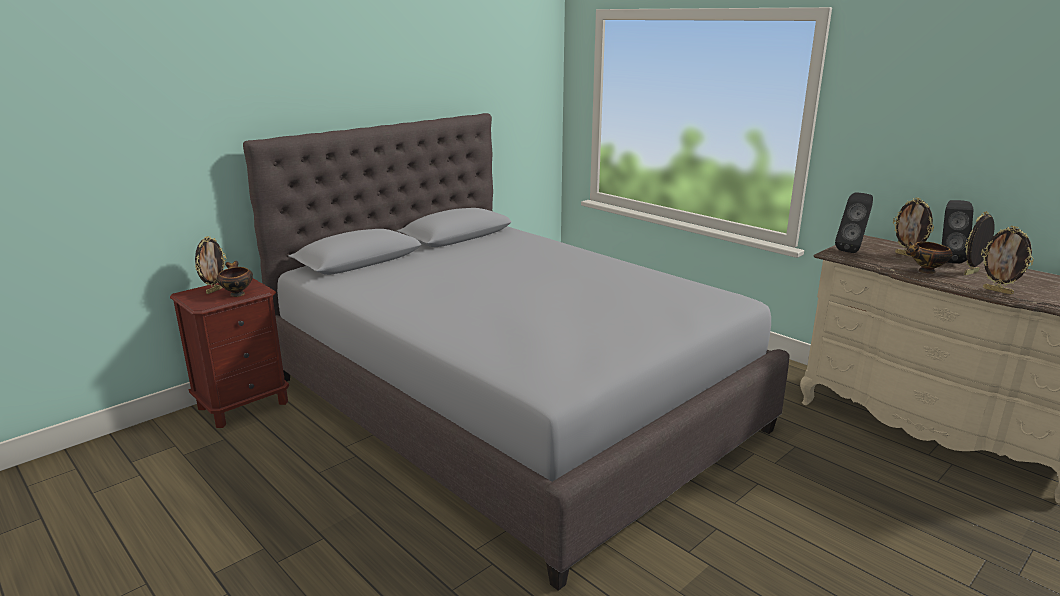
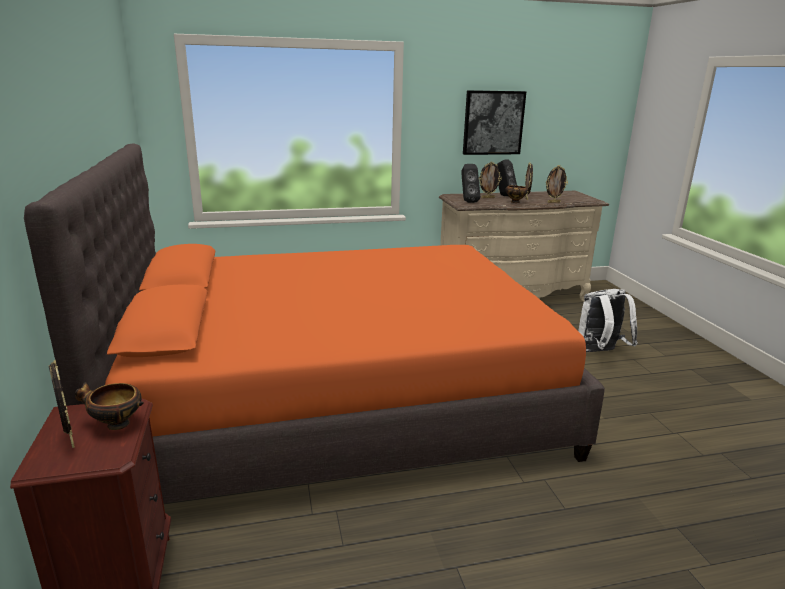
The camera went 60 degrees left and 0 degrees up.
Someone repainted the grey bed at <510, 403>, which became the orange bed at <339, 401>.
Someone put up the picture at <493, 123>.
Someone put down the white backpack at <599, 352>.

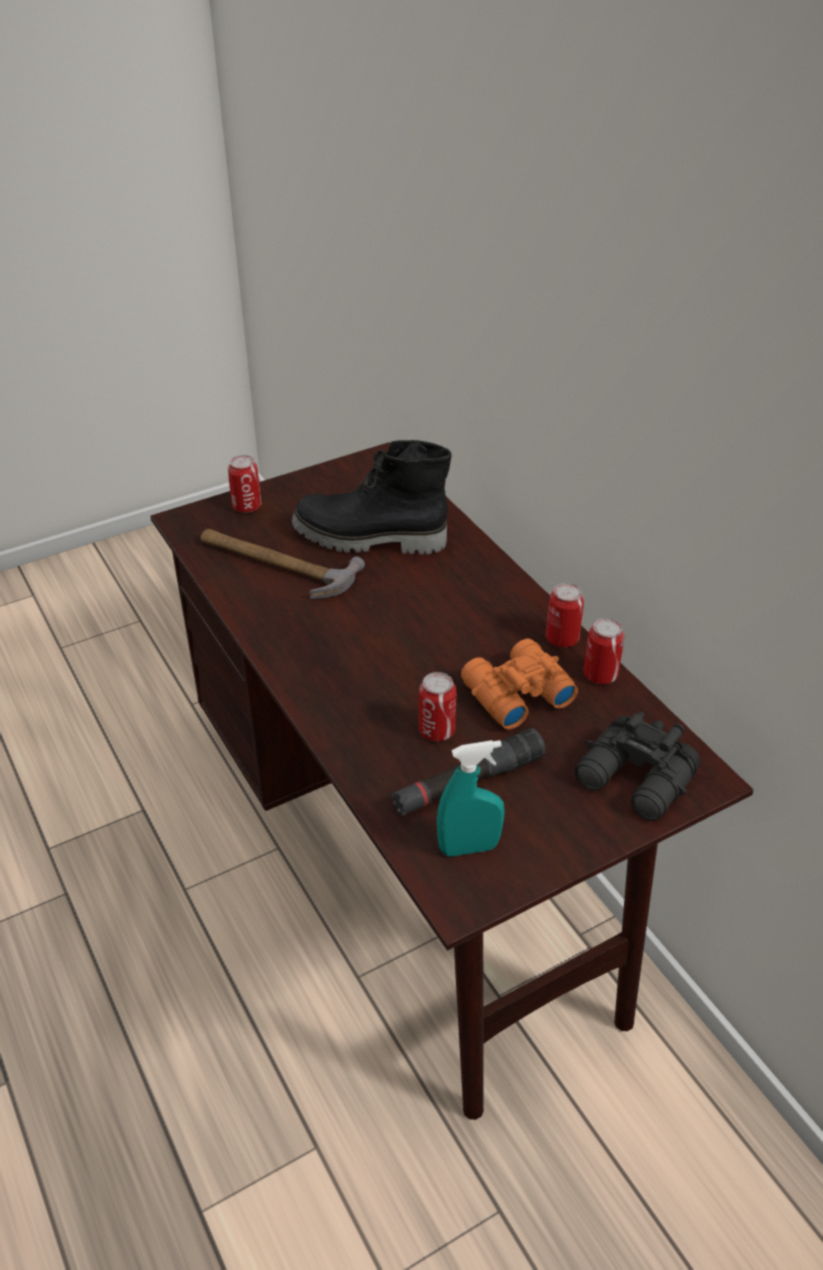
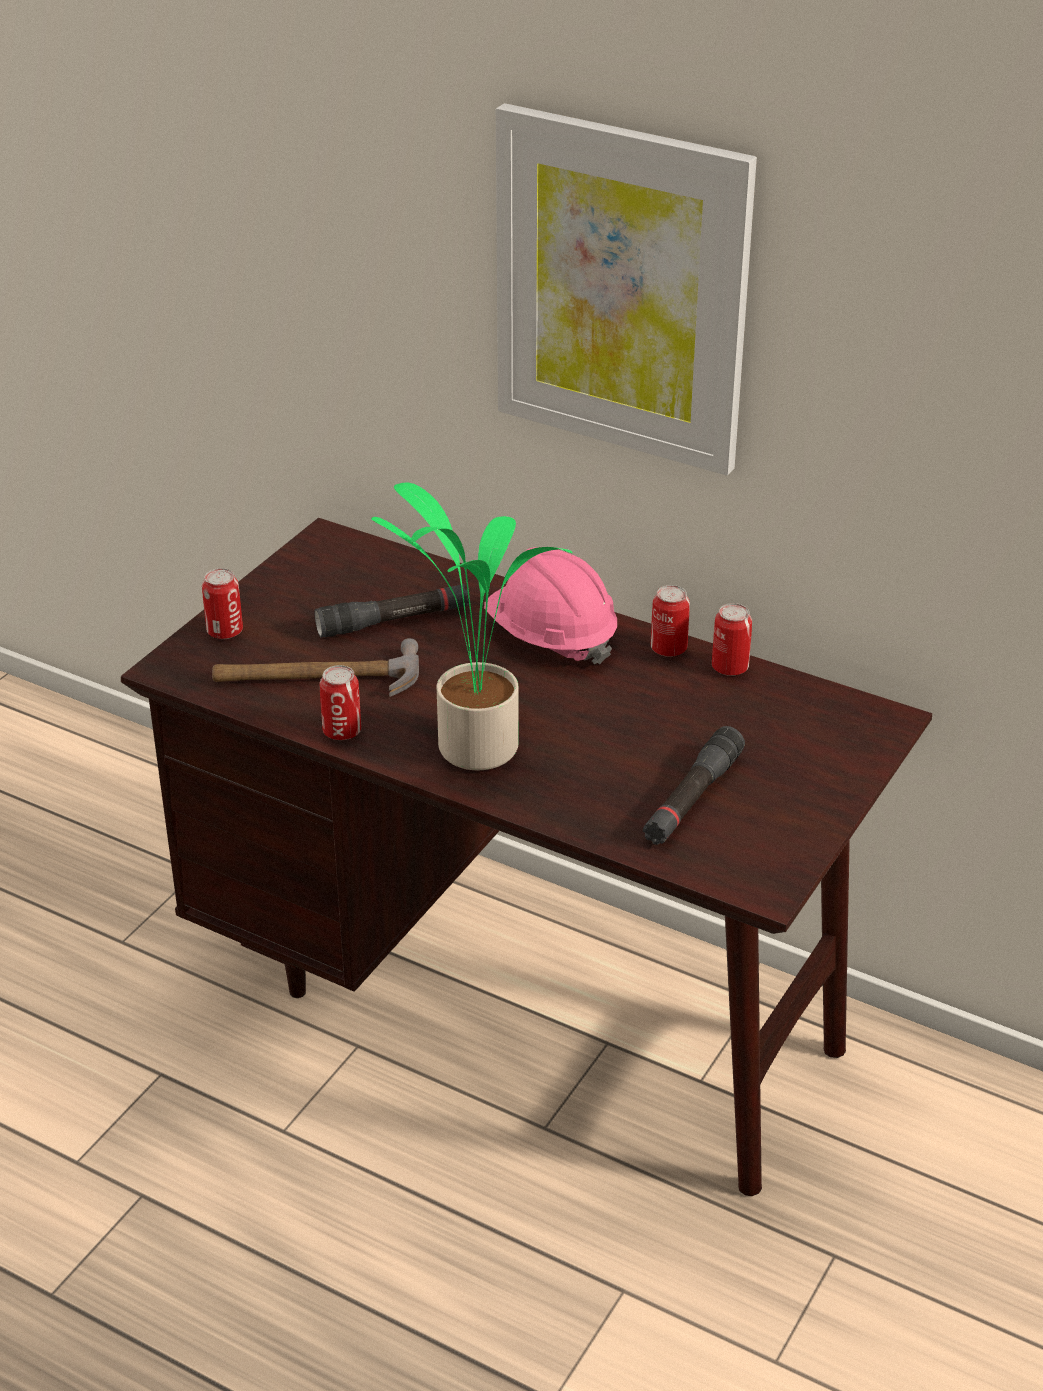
The camera went 30 degrees left and 5 degrees down.
Someone swapped the black boot at <369, 539> for the black flashlight at <393, 621>.
Someone carried the can from <436, 730> to <342, 731>.
Someone put down the potted plant at <472, 749>.
Someone put down the pink hard hat at <551, 638>.
Someone put up the picture at <621, 289>.
Someone took away the turquoise spray bottle at <469, 847>.
Someone took away the orange binoculars at <514, 693>.
Someone took away the black binoculars at <635, 781>.

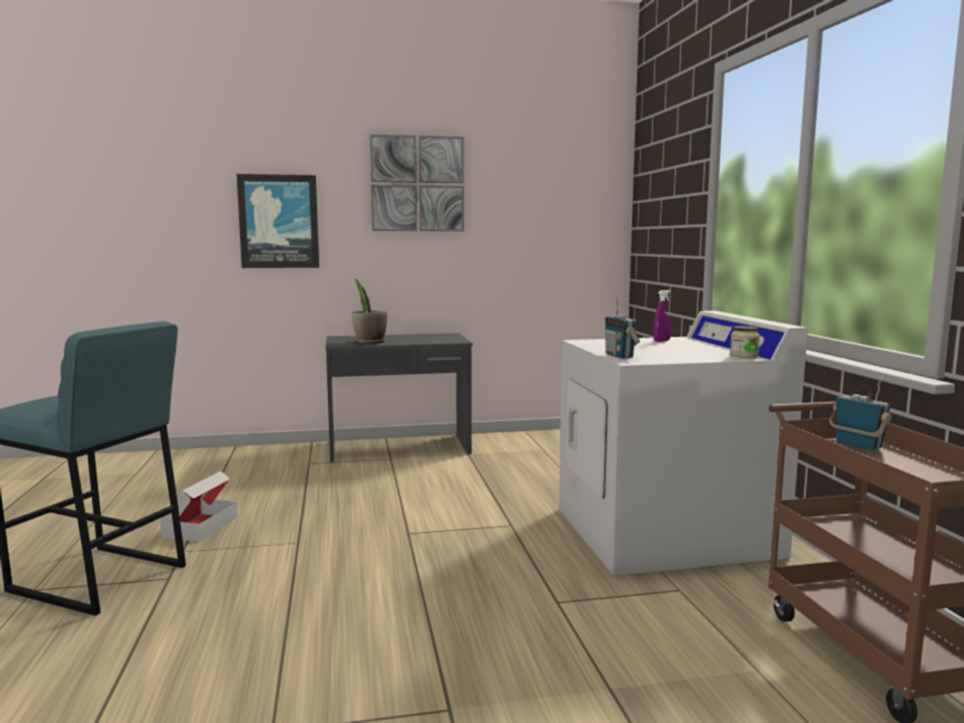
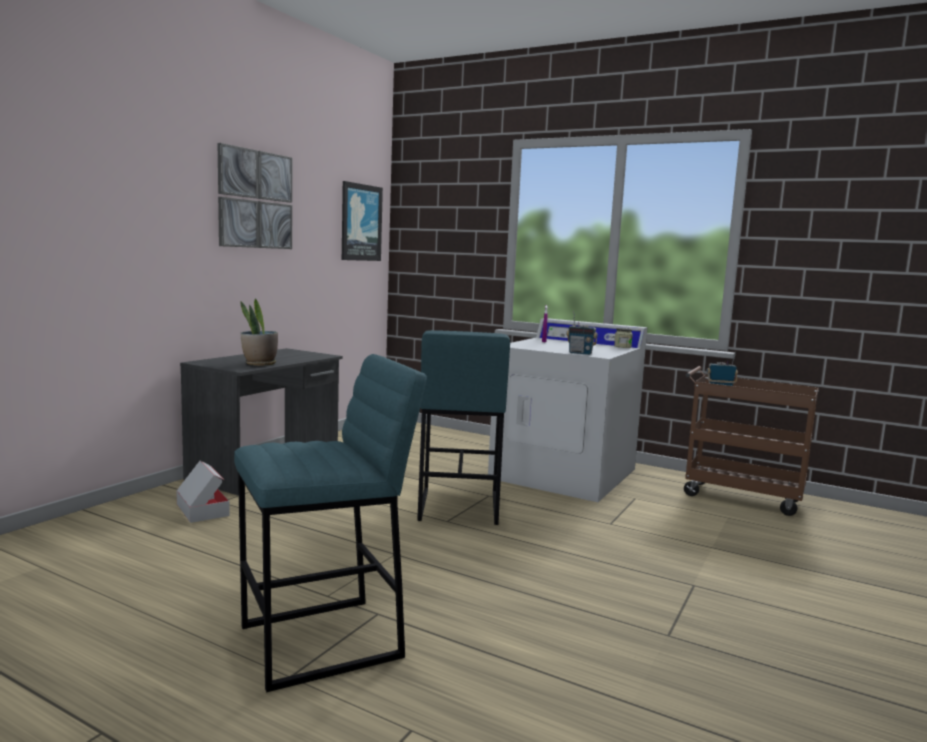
The camera went 50 degrees left and 0 degrees up.
Someone carried the cardboard box from <200, 527> to <202, 510>.
Someone carried the picture from <279, 221> to <360, 222>.
Someone put down the turquoise stool at <459, 507>.

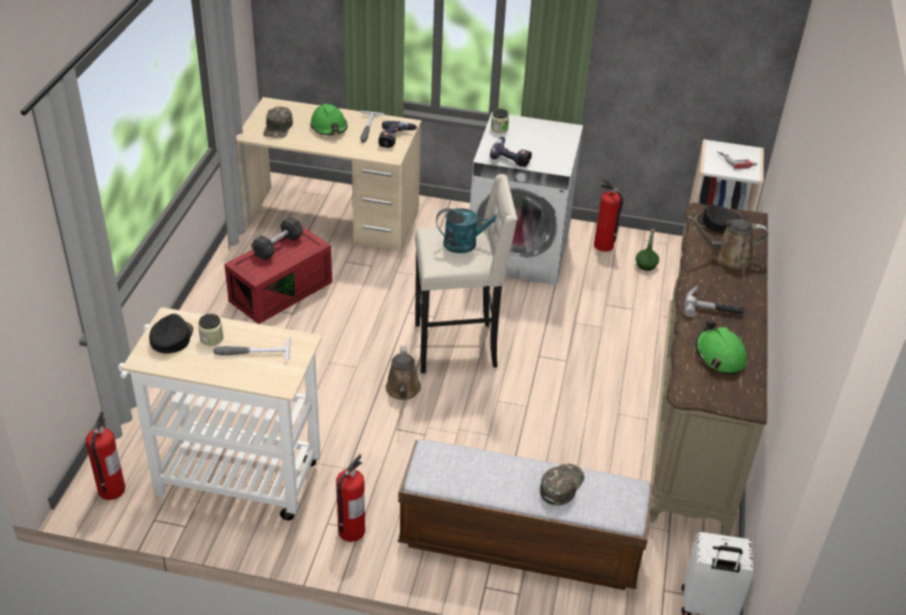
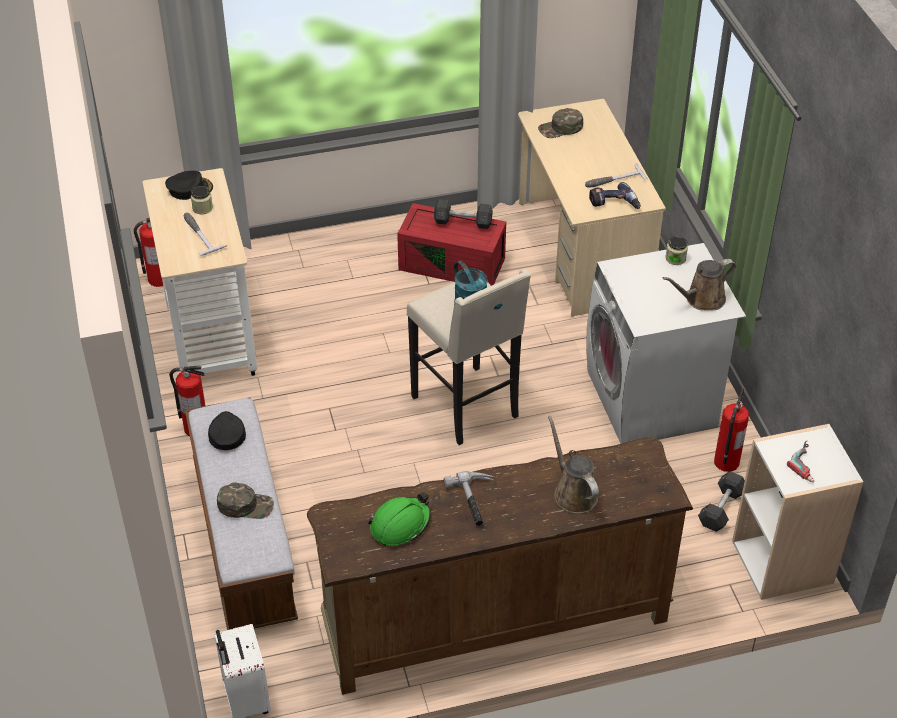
The camera went 65 degrees right and 5 degrees up.
Someone carried the black cap from <715, 223> to <226, 434>.
Someone carried the brown watering can from <403, 390> to <702, 299>.
Someone swapped the green bottle at <646, 265> for the grey dumbbell at <721, 509>.
Someone took away the green hard hat at <329, 127>.
Someone took away the power drill at <511, 157>.

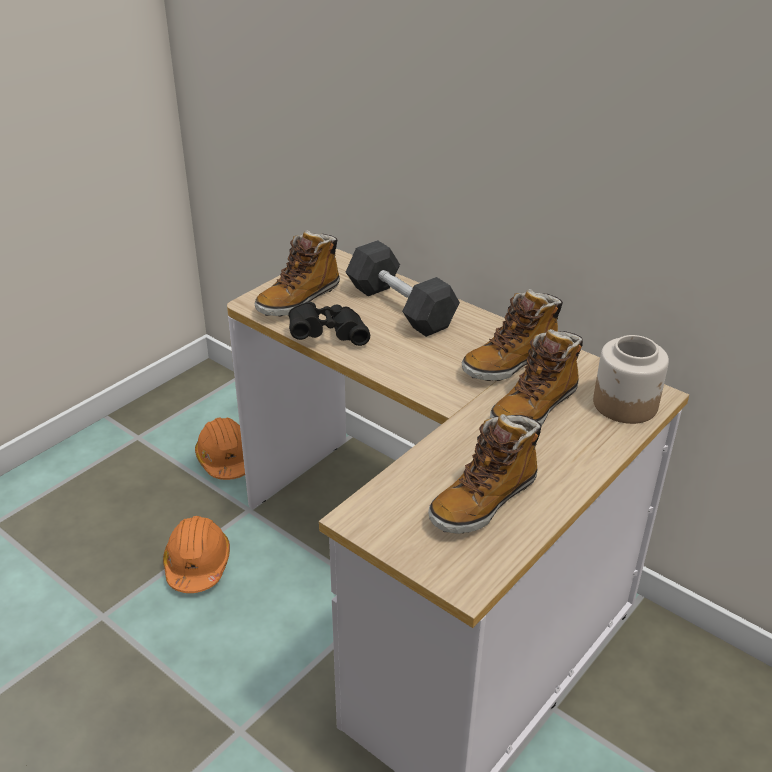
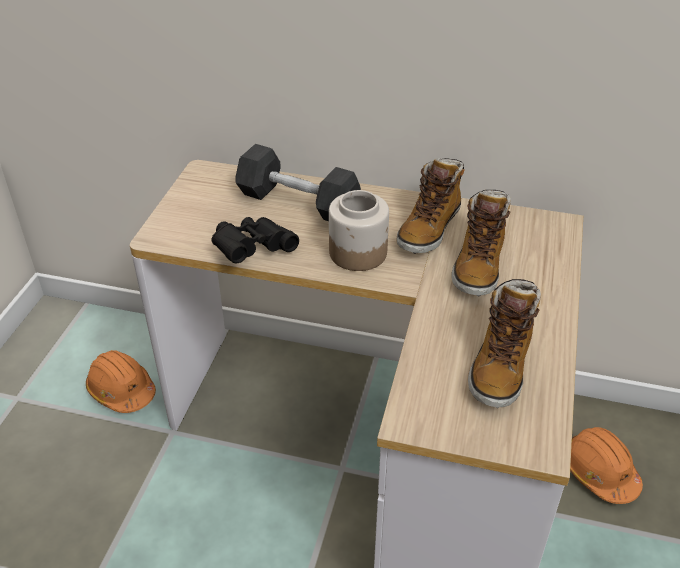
The camera went 25 degrees left and 5 degrees up.
Someone carried the jar from <626, 404> to <358, 252>.
Someone carried the orange hard hat from <197, 564> to <599, 472>.
Someone took away the boot at <299, 300>.

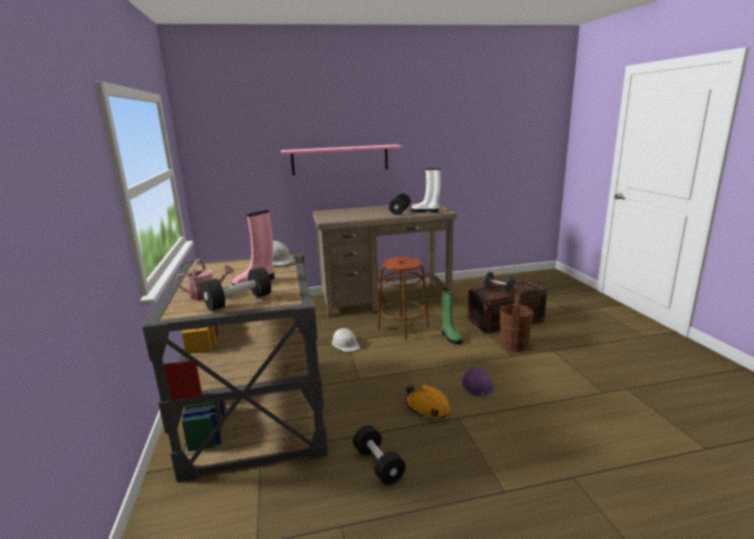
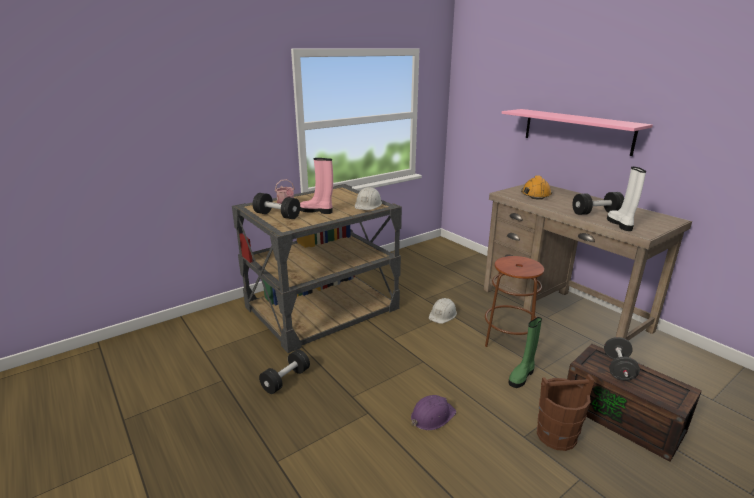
The camera went 65 degrees right and 5 degrees up.
Someone carried the orange hard hat from <427, 407> to <535, 194>.

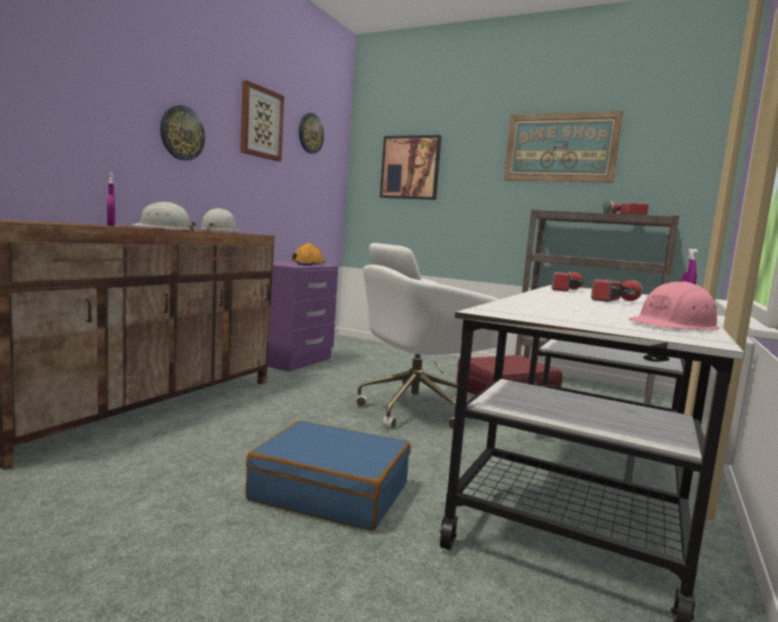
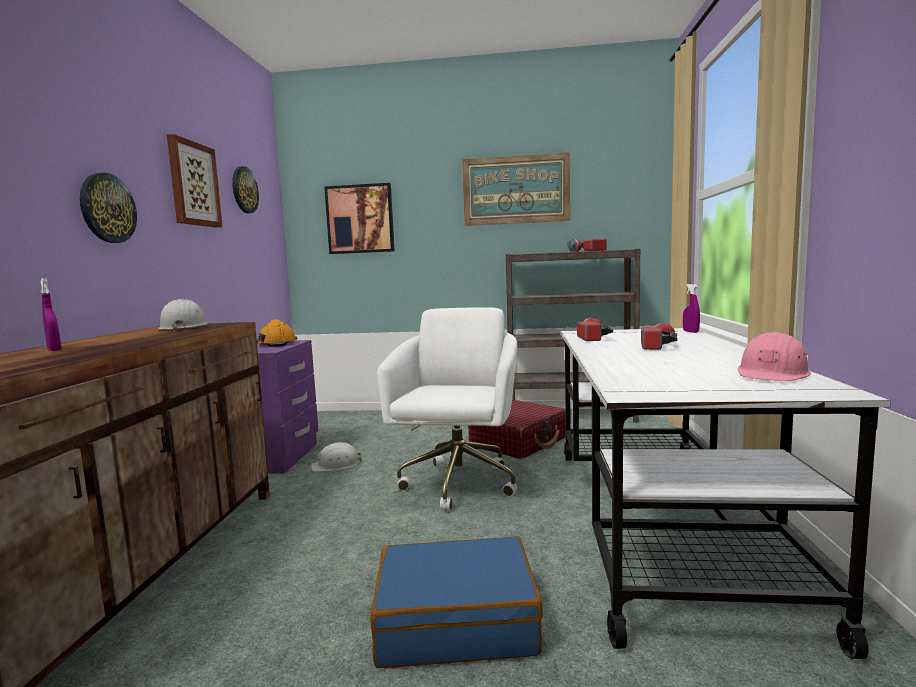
The camera went 20 degrees left and 0 degrees up.
Someone carried the white hard hat from <163, 229> to <336, 465>.
Someone rotated the white office chair at <418, 411> by 150 degrees clockwise.

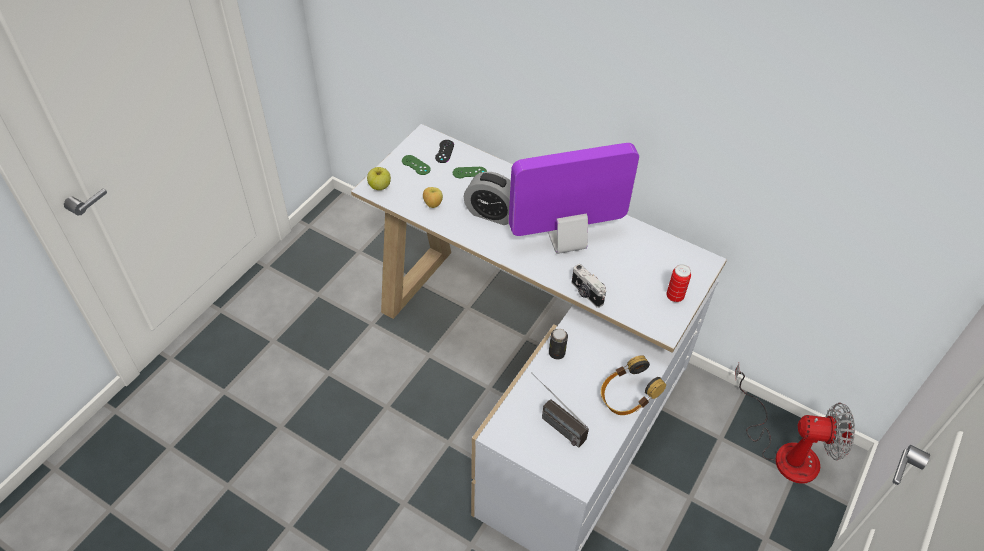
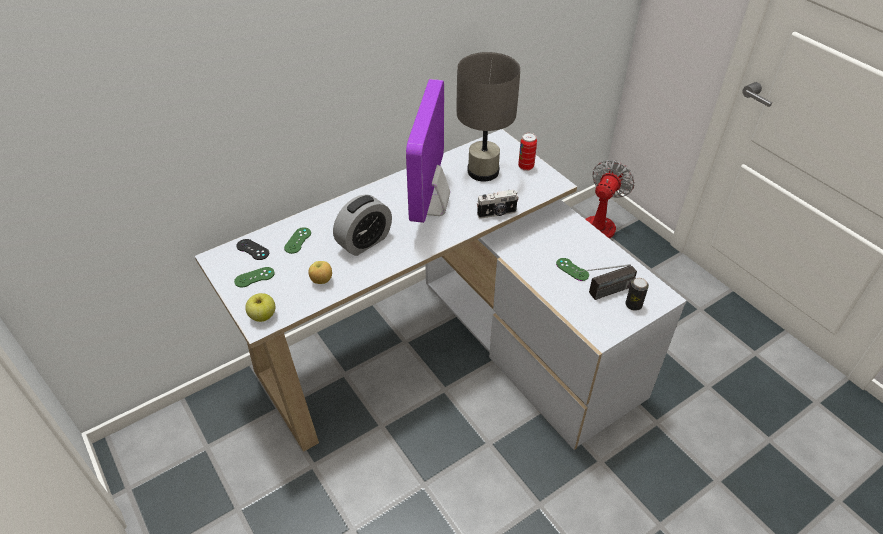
The camera went 65 degrees left and 5 degrees down.
Someone put down the grey table lamp at <483, 171>.
Someone put down the green game controller at <572, 269>.
Someone carried the can from <556, 353> to <633, 305>.
Someone took away the headphones at <627, 397>.

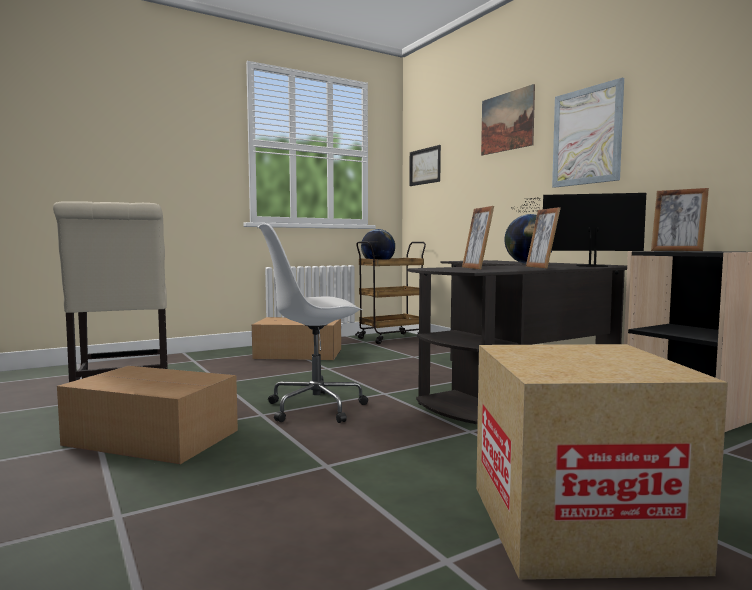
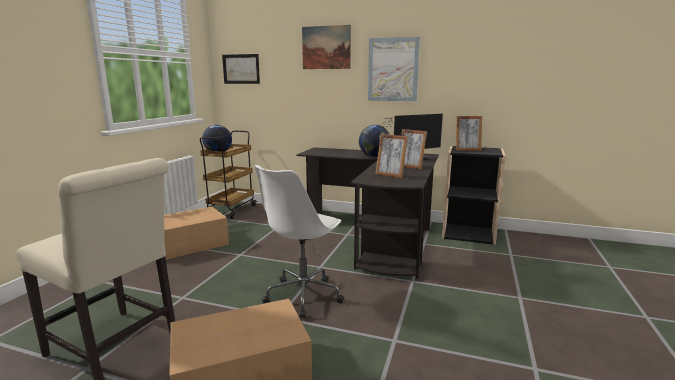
The camera went 40 degrees left and 10 degrees up.
Someone took away the cardboard box at <577, 525>.

